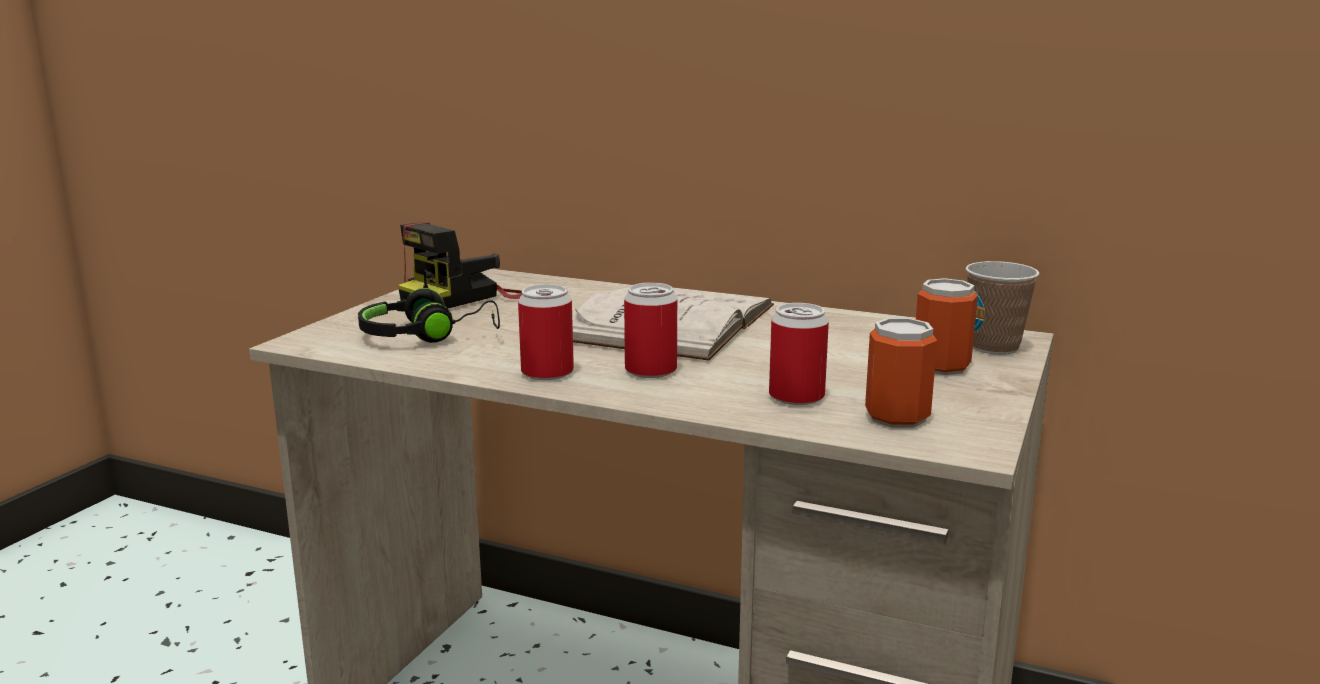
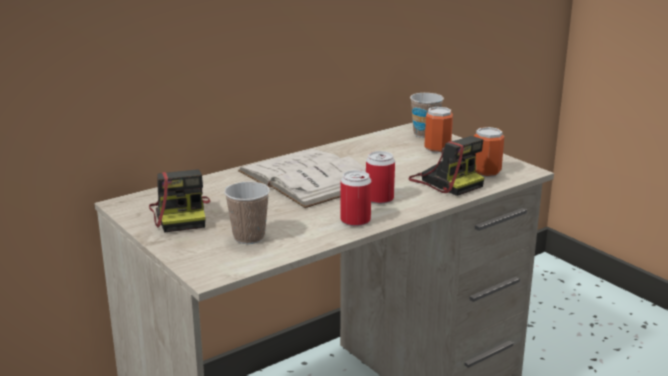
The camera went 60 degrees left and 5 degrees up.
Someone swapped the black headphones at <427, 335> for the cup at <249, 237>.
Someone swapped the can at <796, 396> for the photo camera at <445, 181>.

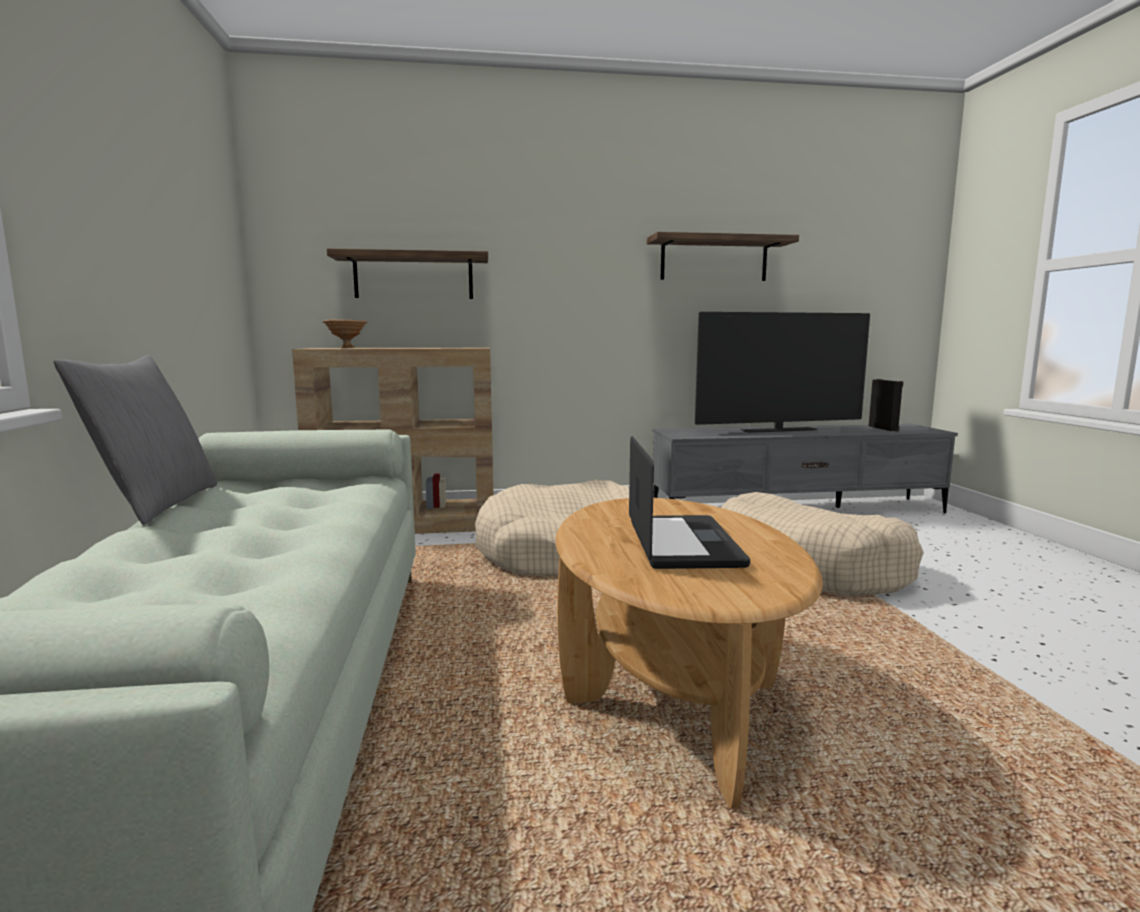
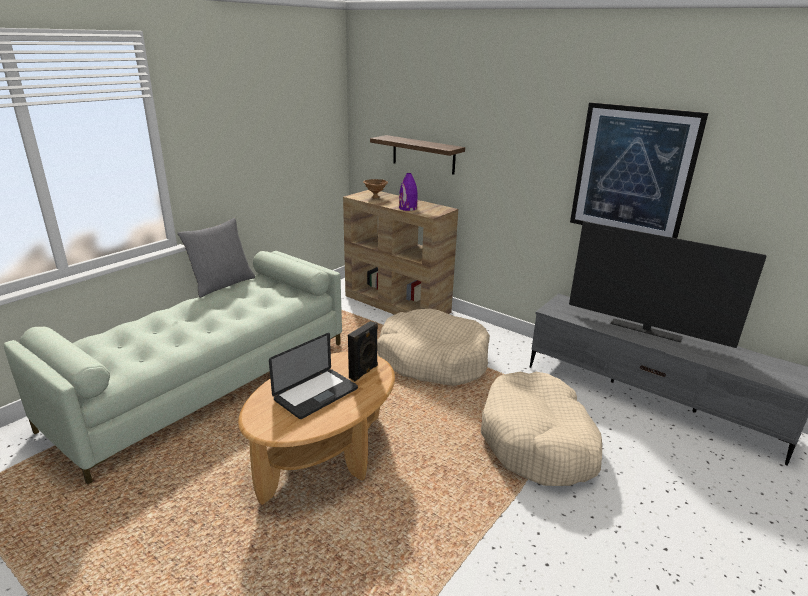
The camera went 45 degrees right and 15 degrees up.
Someone carried the black speaker from <884, 429> to <364, 372>.
Someone put down the purple vase at <408, 208>.
Someone swapped the shelf at <714, 259> for the picture at <632, 172>.

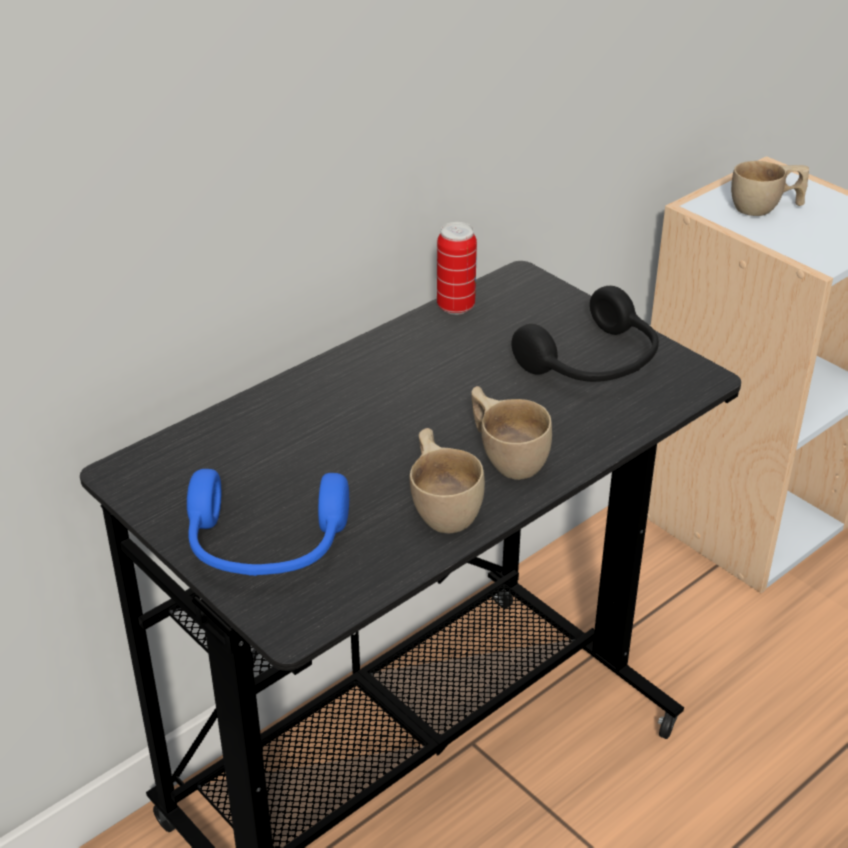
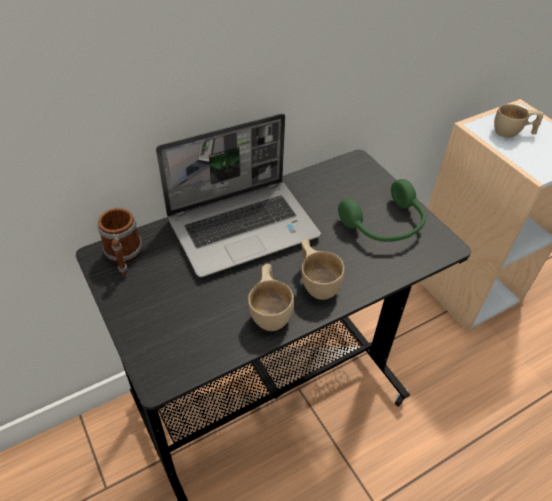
The camera went 10 degrees right and 10 degrees up.
Someone put down the mug at <124, 257>.
Someone put down the laptop at <244, 227>.
Someone repainted the black headphones at <593, 363>, which became the green headphones at <385, 225>.
Someone took away the blue headphones at <265, 547>.
Someone took away the can at <455, 306>.

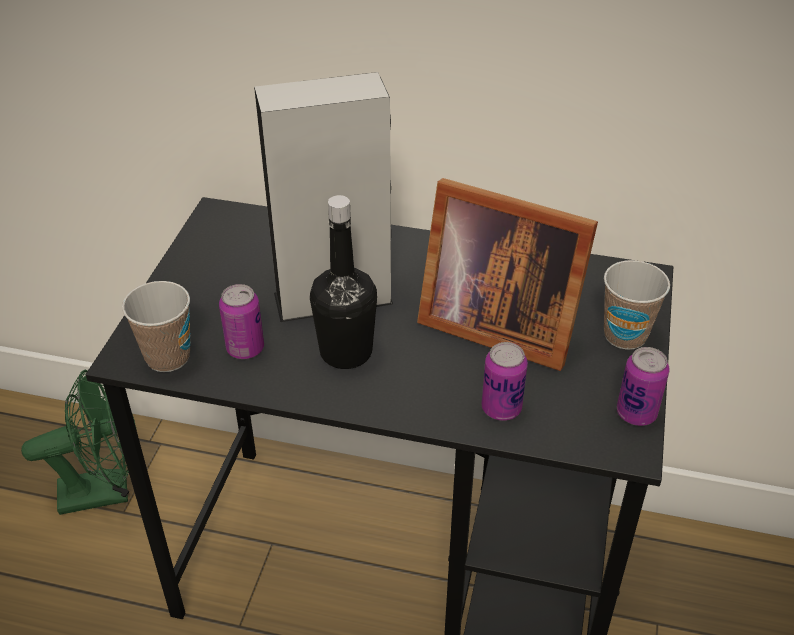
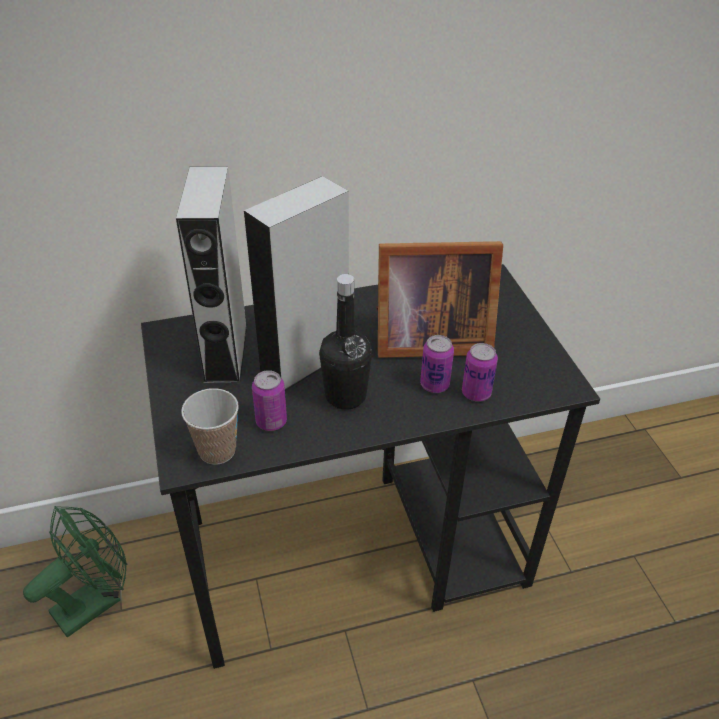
The camera went 30 degrees left and 0 degrees up.
Someone put down the grey speaker at <226, 352>.
Someone carried the can from <636, 413> to <434, 385>.
Someone took away the cup at <625, 335>.

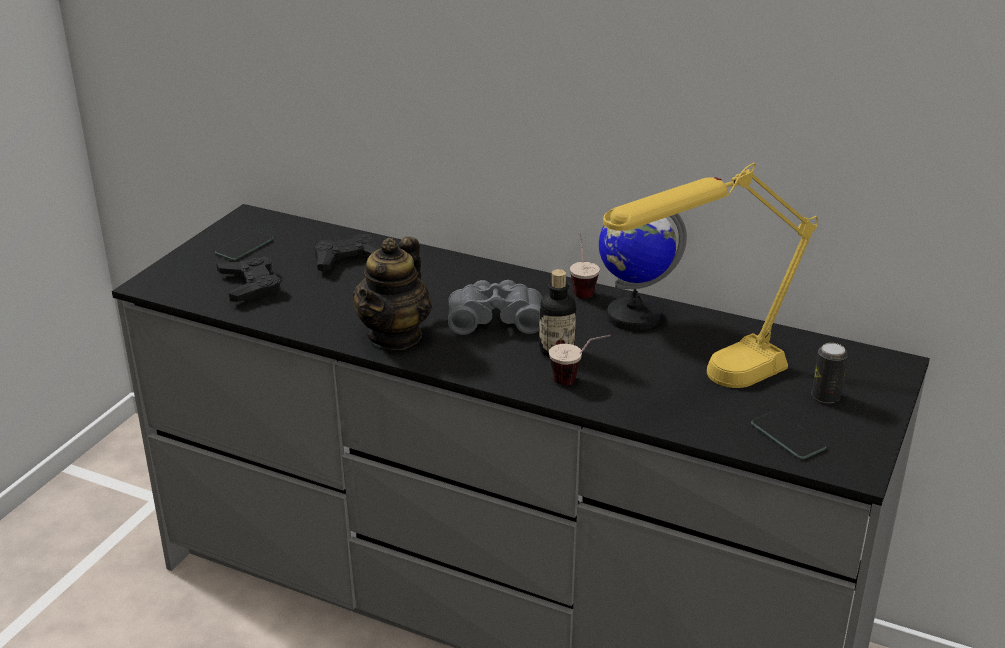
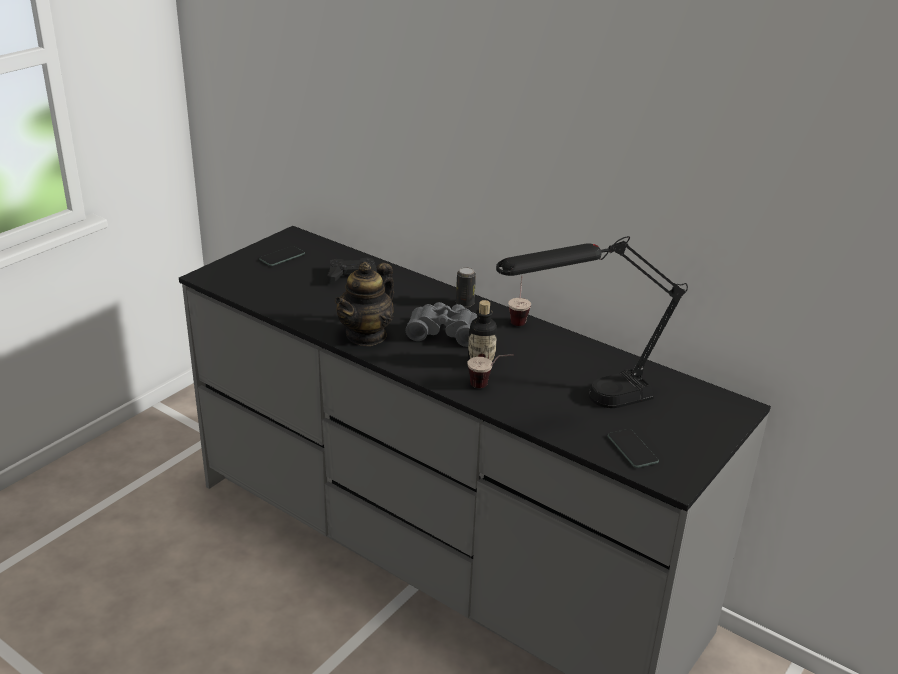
The camera went 10 degrees right and 0 degrees up.
Someone carried the can from <825, 396> to <465, 303>.
Someone repainted the yellow table lamp at <704, 386>, which became the black table lamp at <582, 403>.
Someone took away the black game controller at <250, 286>.
Someone took away the globe at <632, 317>.

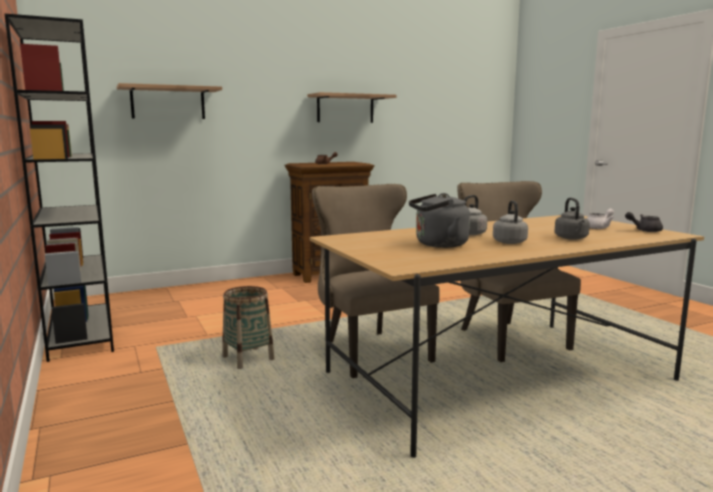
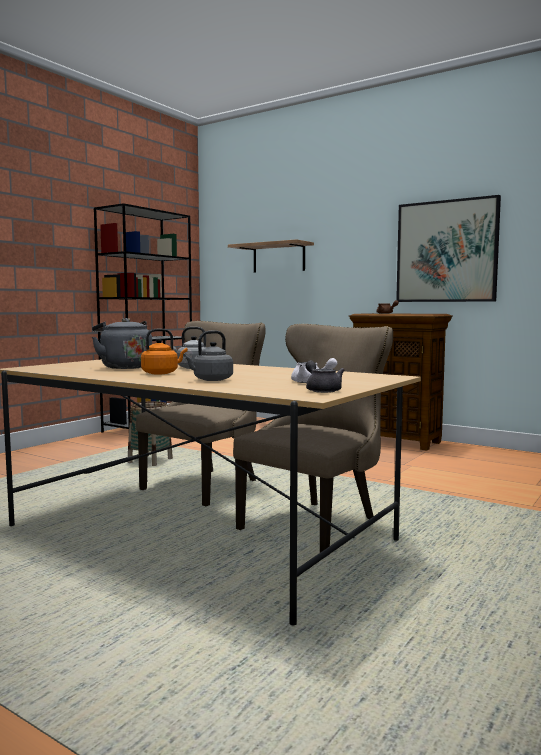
The camera went 60 degrees right and 5 degrees down.
Someone repainted the grey kettle at <509, 242>, which became the orange kettle at <162, 373>.
Someone swapped the shelf at <345, 108> for the picture at <446, 251>.

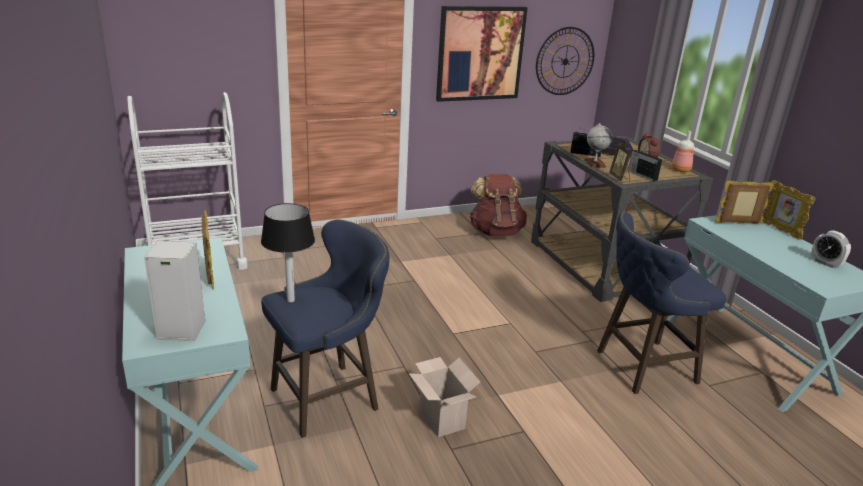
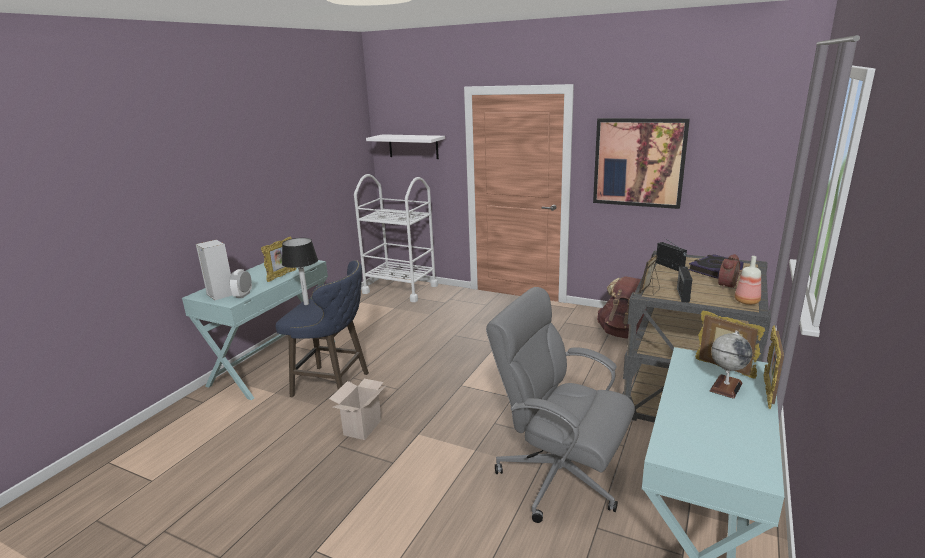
The camera went 50 degrees right and 5 degrees down.
Someone carried the alarm clock from <825, 263> to <243, 295>.
Someone put up the white shelf at <413, 146>.
Someone swapped the blue stool at <642, 367> for the grey office chair at <559, 478>.
Someone carried the globe from <594, 163> to <726, 387>.
Someone took away the wall clock at <565, 61>.

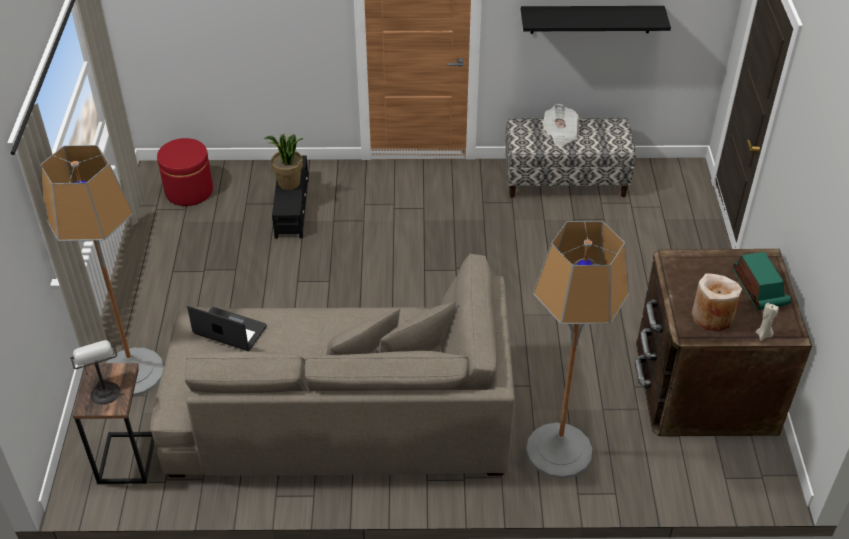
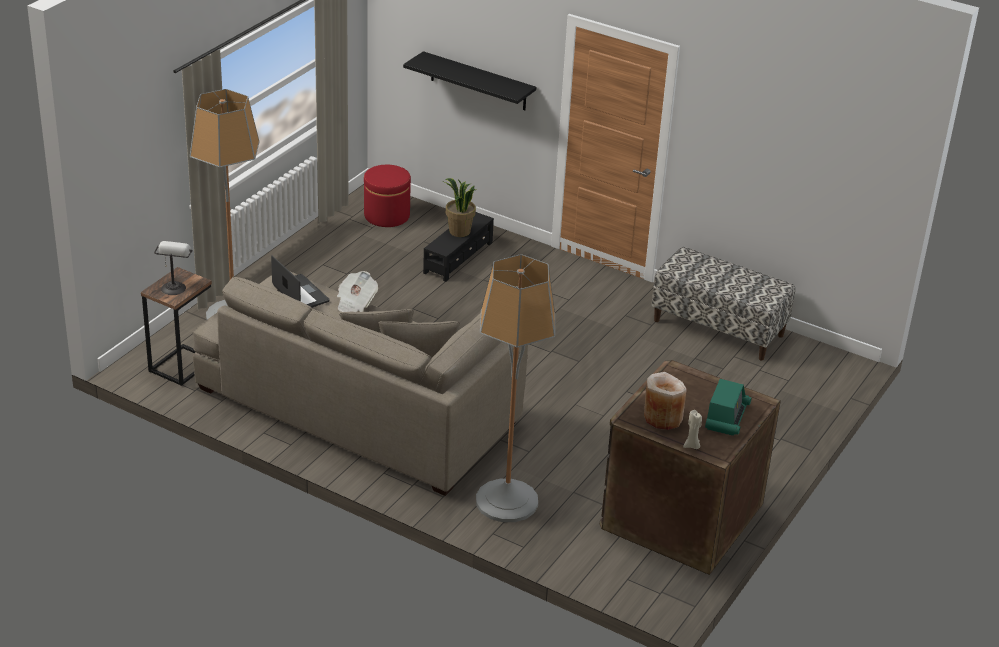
The camera went 30 degrees right and 10 degrees down.
Someone carried the newspaper from <560, 134> to <355, 302>.
Someone carried the black shelf from <591, 19> to <478, 81>.

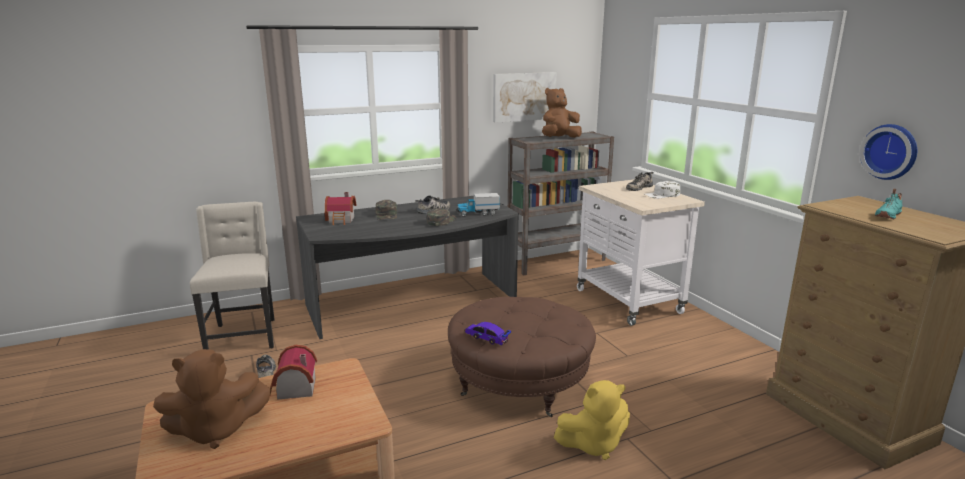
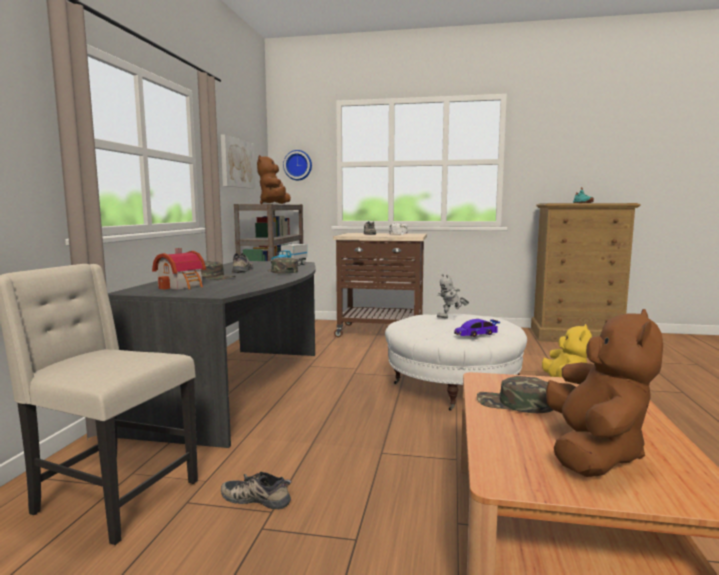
The camera went 55 degrees left and 10 degrees down.
Someone carried the wall clock from <891, 151> to <298, 165>.
Someone repainted the white cart at <629, 302>, which became the brown cart at <381, 332>.
Someone repainted the brown ottoman at <519, 382>, which became the white ottoman at <453, 387>.
Someone put down the toy robot at <451, 318>.
Someone swapped the toy house at <293, 389> for the green cap at <514, 404>.

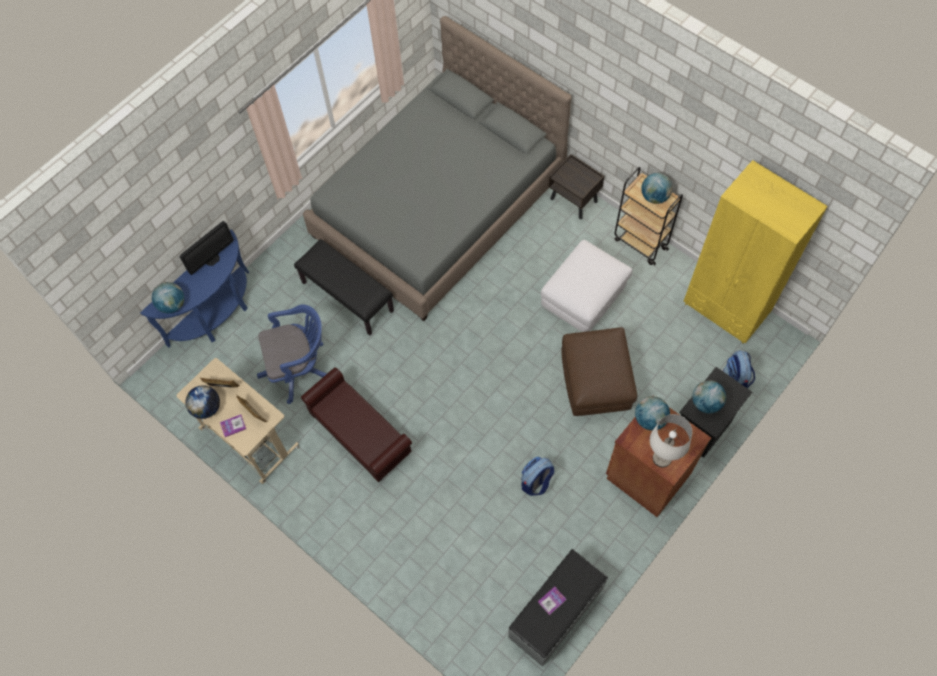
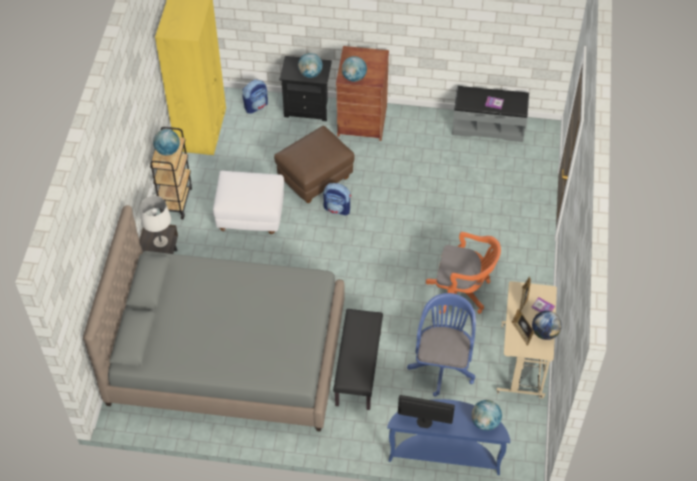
The camera went 125 degrees left and 10 degrees down.
Someone carried the white table lamp from <661, 458> to <161, 243>.
Someone carried the backpack from <536, 482> to <337, 208>.
Someone rotated the blue office chair at <300, 368> by 60 degrees clockwise.
Someone swapped the brown ottoman at <360, 435> for the orange office chair at <462, 292>.

